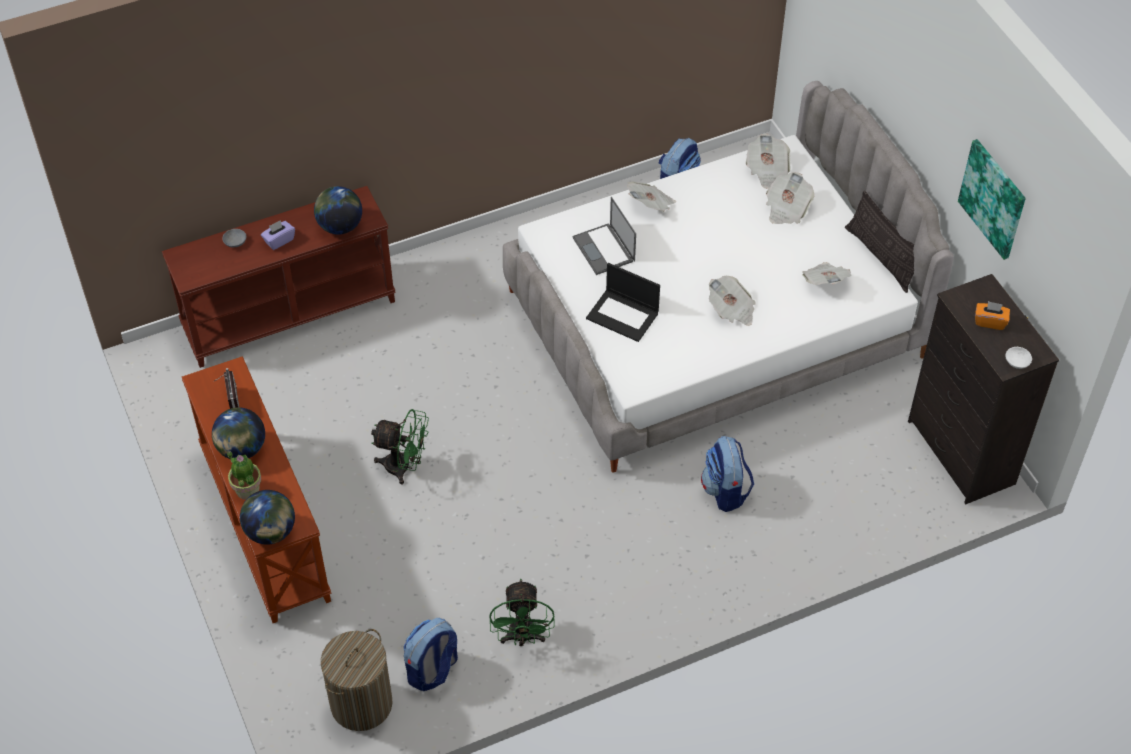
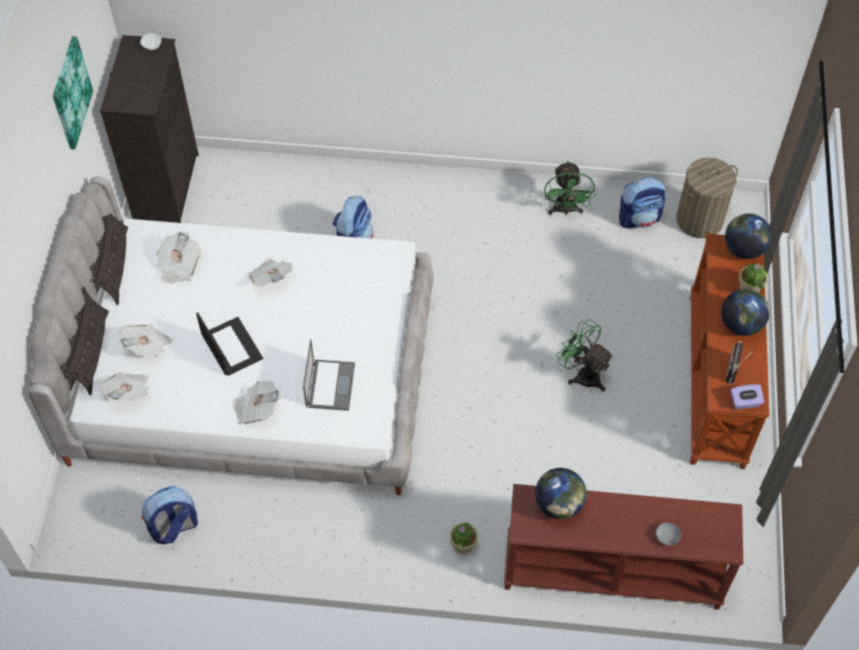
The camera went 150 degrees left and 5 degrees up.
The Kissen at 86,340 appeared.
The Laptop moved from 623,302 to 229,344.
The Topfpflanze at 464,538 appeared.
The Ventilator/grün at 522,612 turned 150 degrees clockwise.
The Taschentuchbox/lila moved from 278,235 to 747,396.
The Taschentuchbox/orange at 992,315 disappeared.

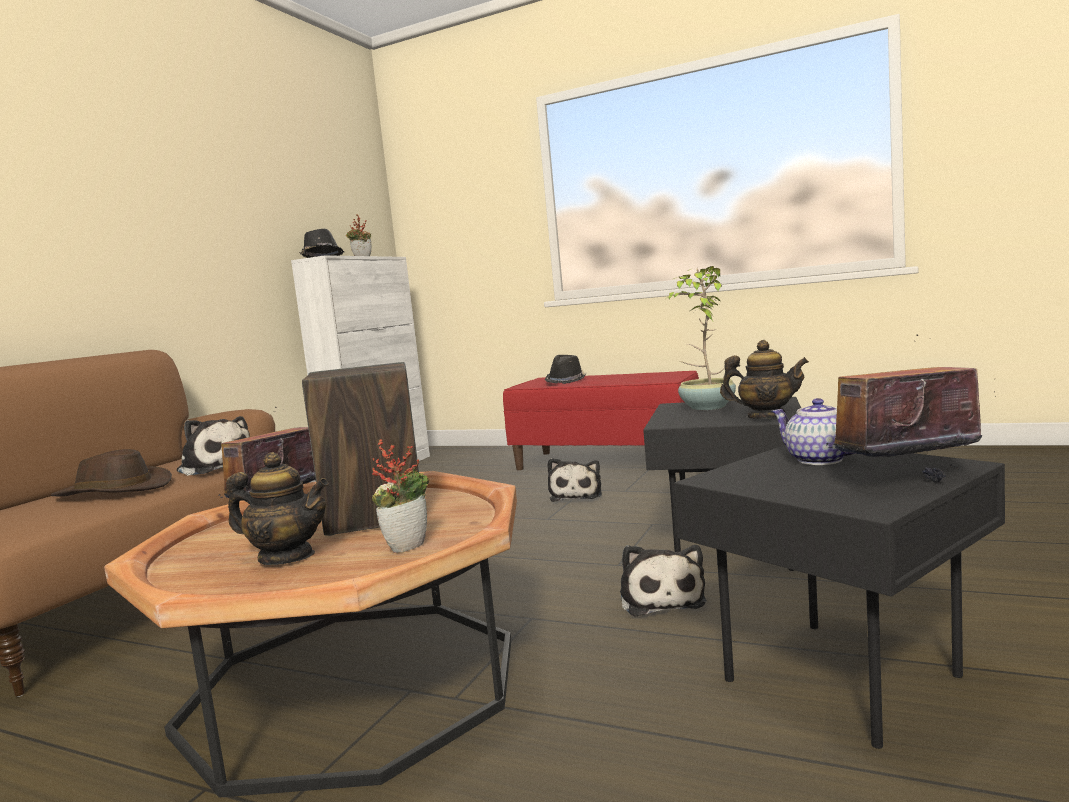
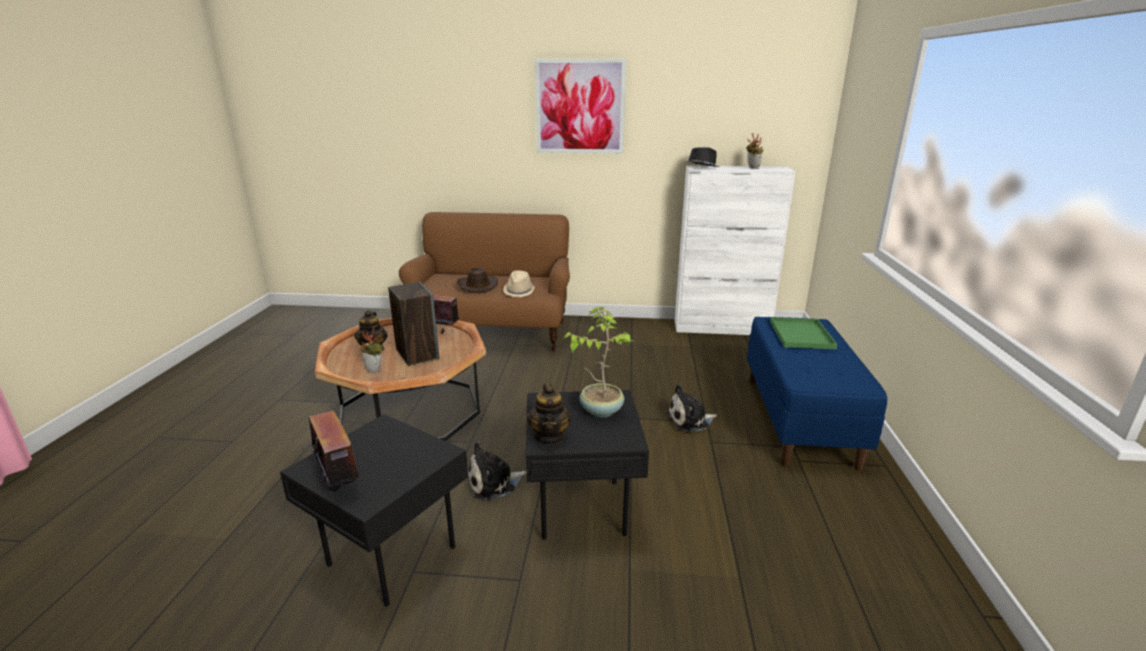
The camera went 70 degrees right and 15 degrees up.
The Plüschtier at 213,446 was replaced by the Hut/beige at 519,283.
The Bild at 580,106 appeared.
The Bank/rot at 601,420 became the Bank/blau at 817,394.
The Hut/schwarz at 565,369 was replaced by the Tablett/grün at 804,333.
The Teekanne at 813,431 disappeared.

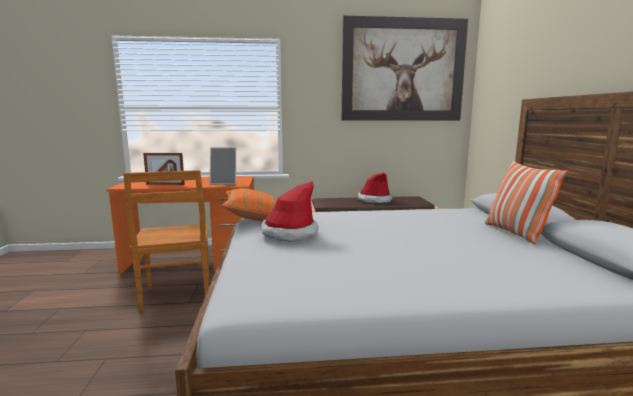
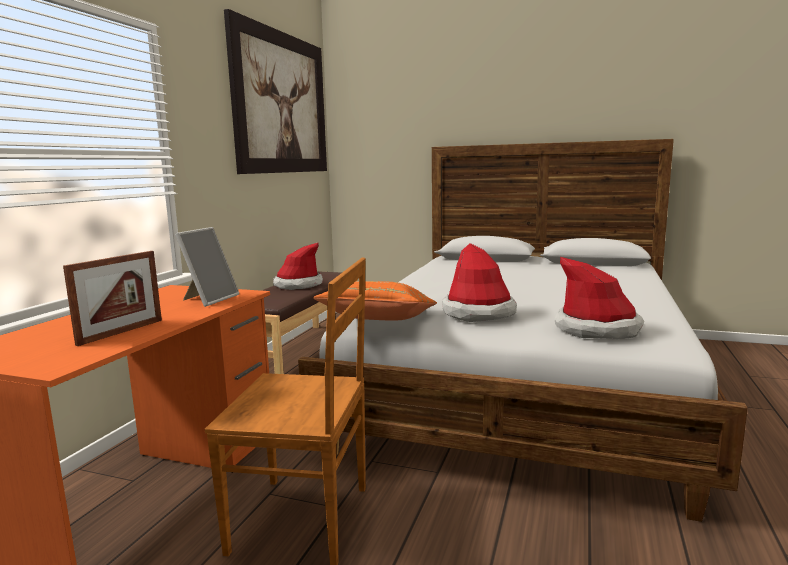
The camera went 65 degrees left and 0 degrees up.
The Hut at 599,298 appeared.
The Kissen at 526,202 disappeared.

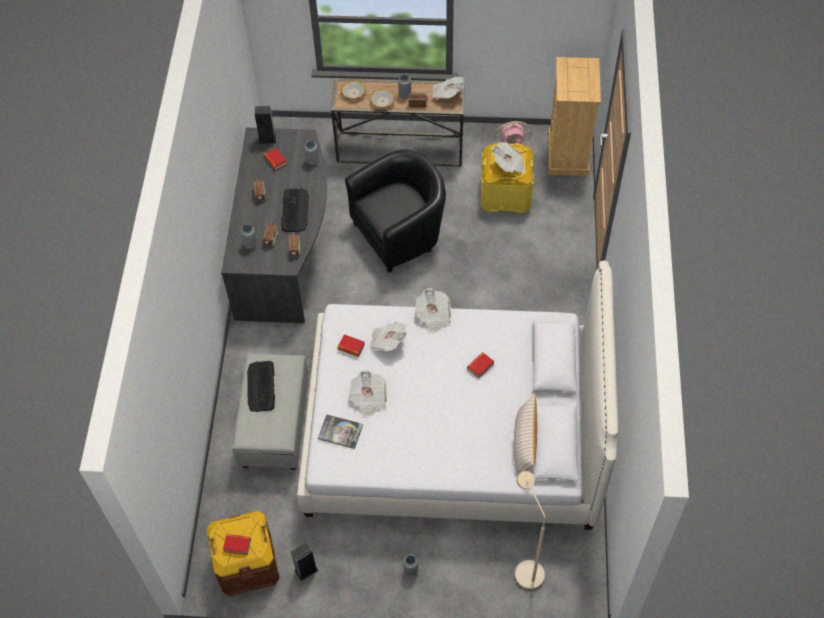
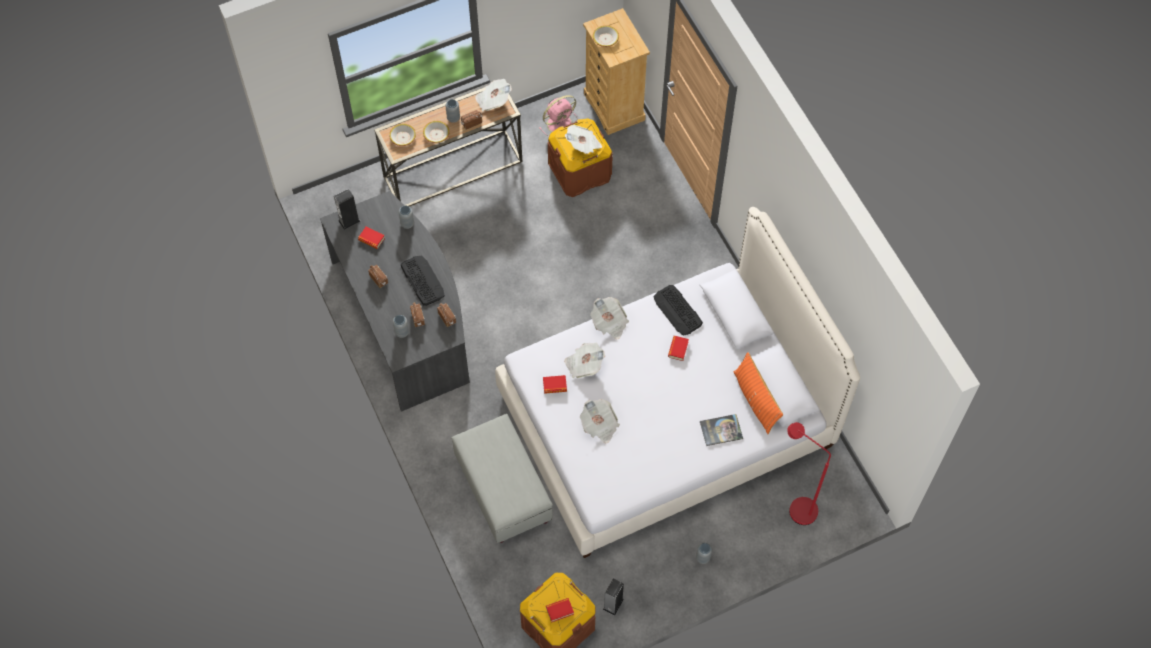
The camera went 30 degrees left and 5 degrees up.
The Aufbewahrungsbox/gelb at 507,178 became the Aufbewahrungsbox/braun at 580,157.
The Schüssel at 606,36 appeared.
The Tastatur moved from 261,386 to 678,310.
The Buch moved from 340,431 to 721,430.
The Kissen/beige at 525,434 became the Kissen/orange at 758,393.
The Stehlampe/beige at 530,530 became the Stehlampe/rot at 809,473.
The Sessel/schwarz at 395,211 disappeared.

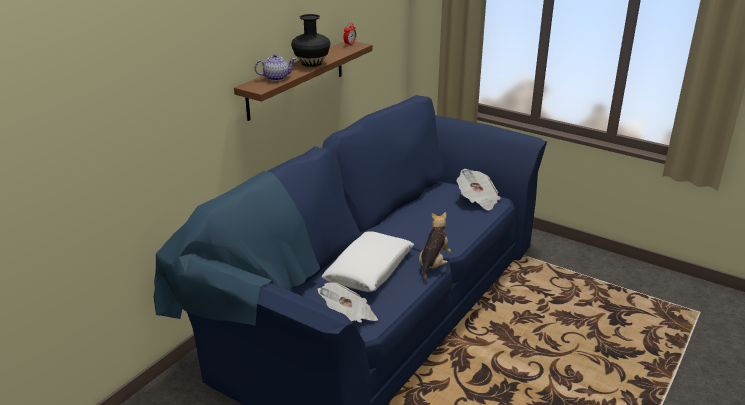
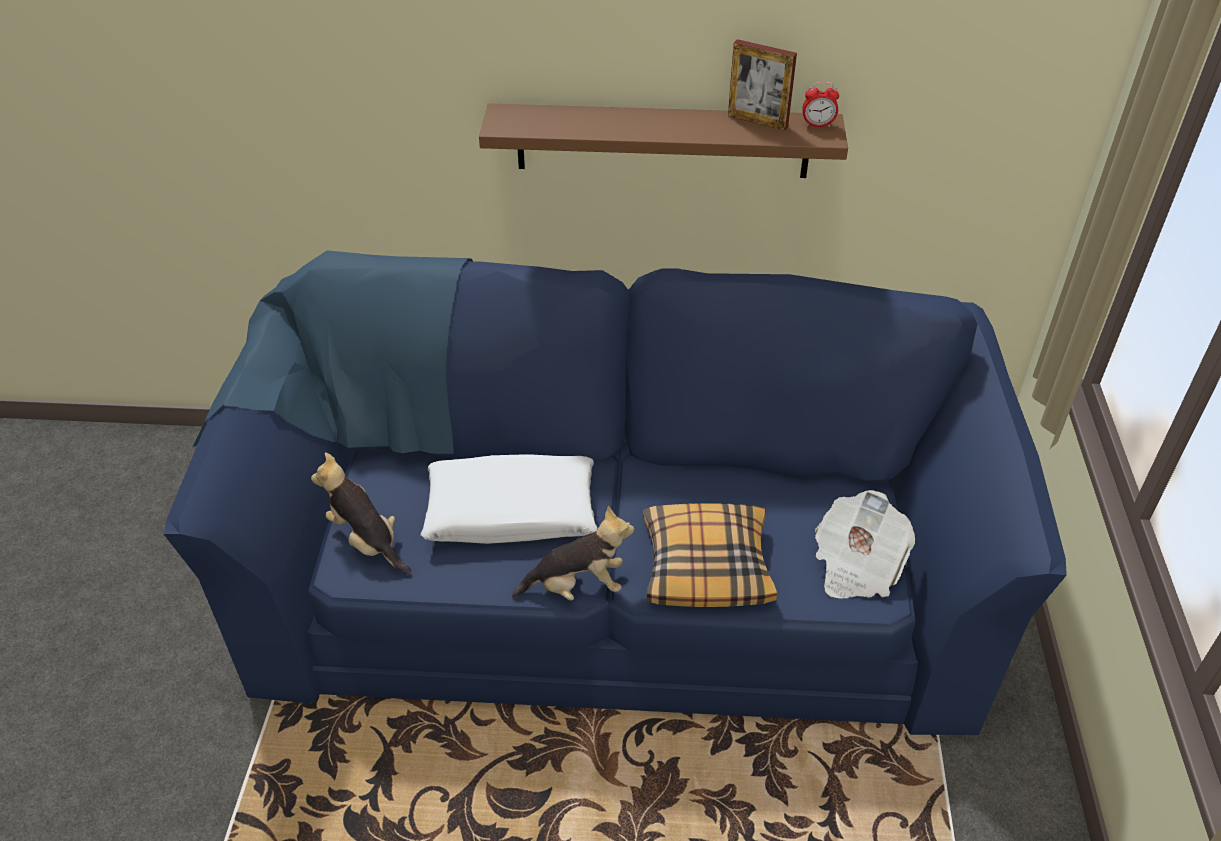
The camera went 60 degrees right and 15 degrees up.
The Zeitung at 347,302 was replaced by the Plüschtier at 361,513.
The Kissen at 710,555 appeared.
The Bilderrahmen at 762,84 appeared.
The Teekanne at 275,67 disappeared.
The Vase/schwarz at 310,40 disappeared.

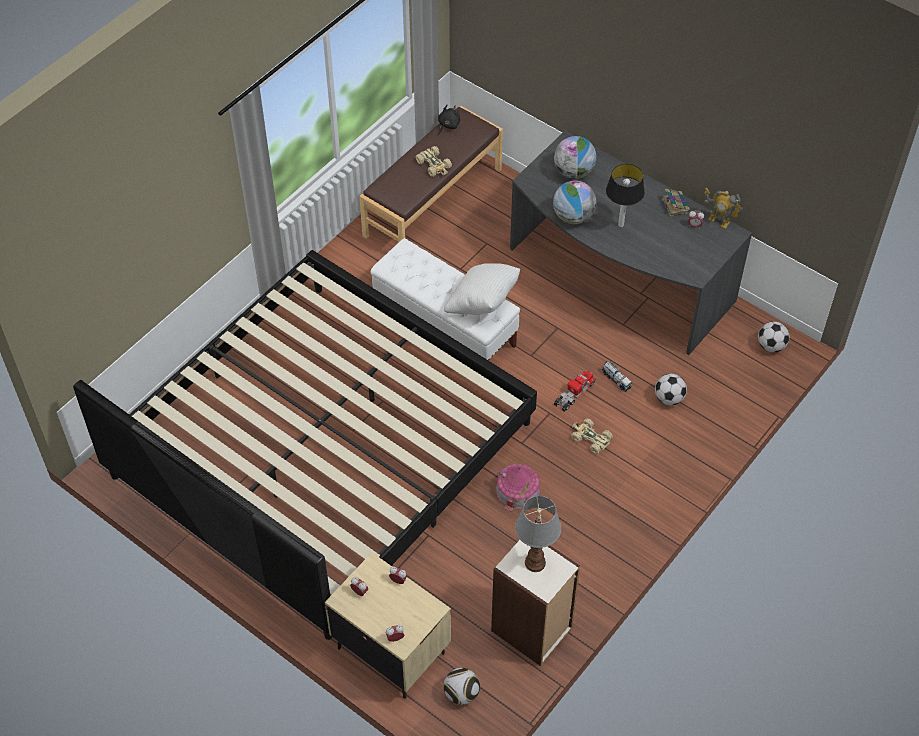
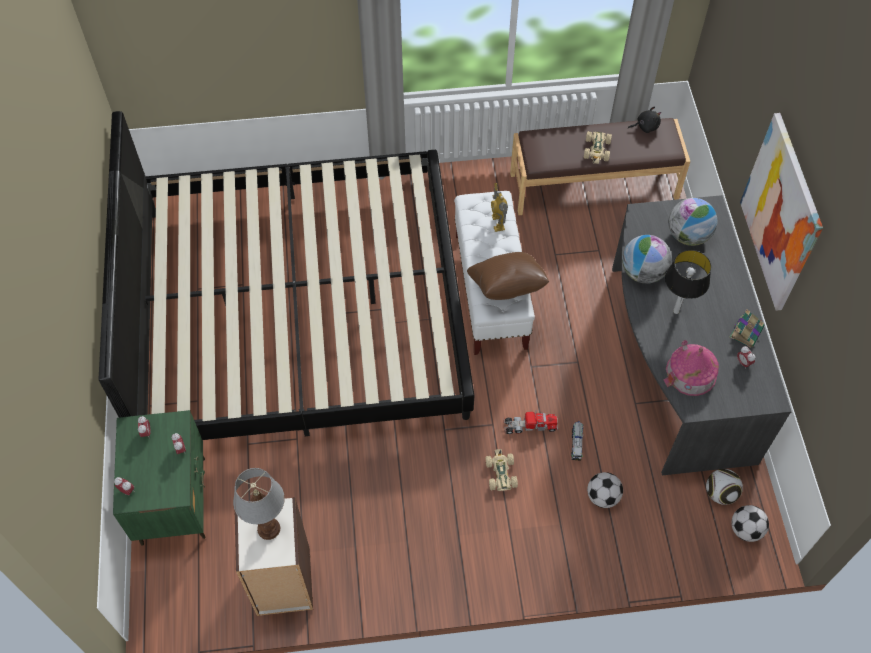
The camera went 45 degrees right and 5 degrees up.
The Nachttisch/beige at 388,625 became the Nachttisch/grün at 159,478.
The Kissen/weiß at 482,289 became the Kissen/braun at 508,276.
The Spielzeugroboter moved from 723,208 to 499,207.
The Spielzeughaus moved from 518,488 to 691,368.
The Fußball moved from 462,686 to 724,487.
The Bild at 781,212 appeared.

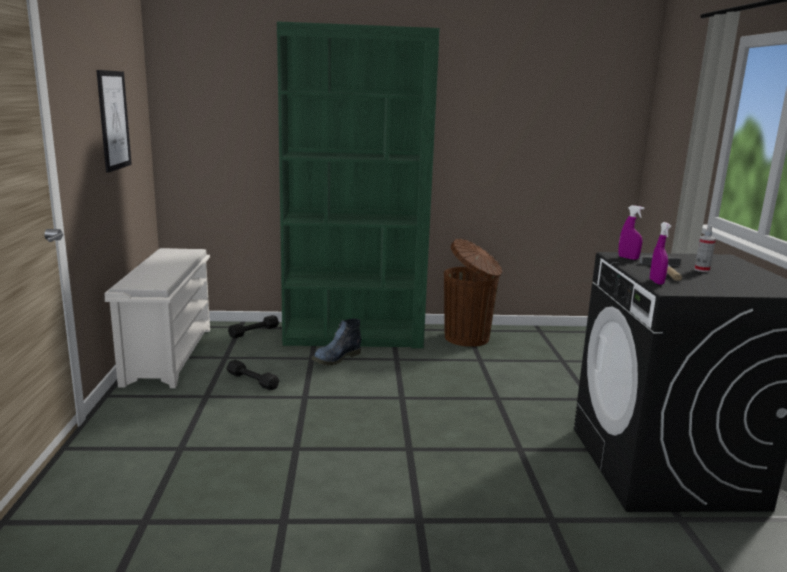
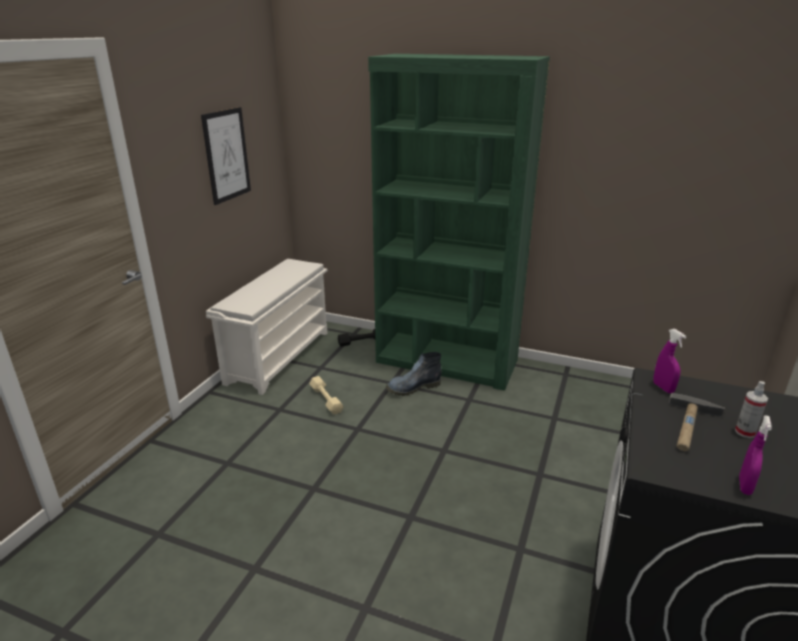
The camera went 25 degrees right and 10 degrees up.
The Hantel/schwarz at 253,375 became the Hantel/beige at 326,395.
The Sprühflasche/lila moved from 660,253 to 755,455.
The Mülleimer/braun at 473,293 disappeared.

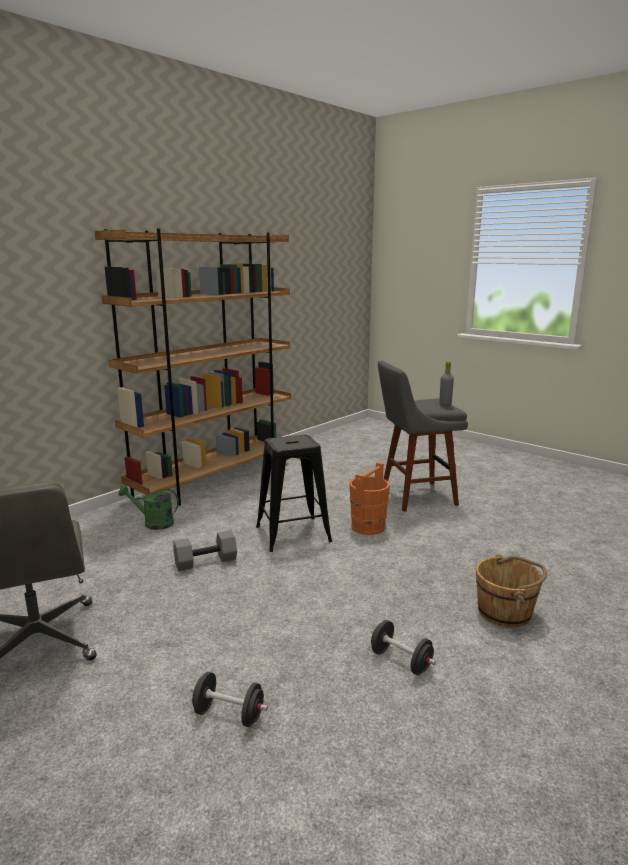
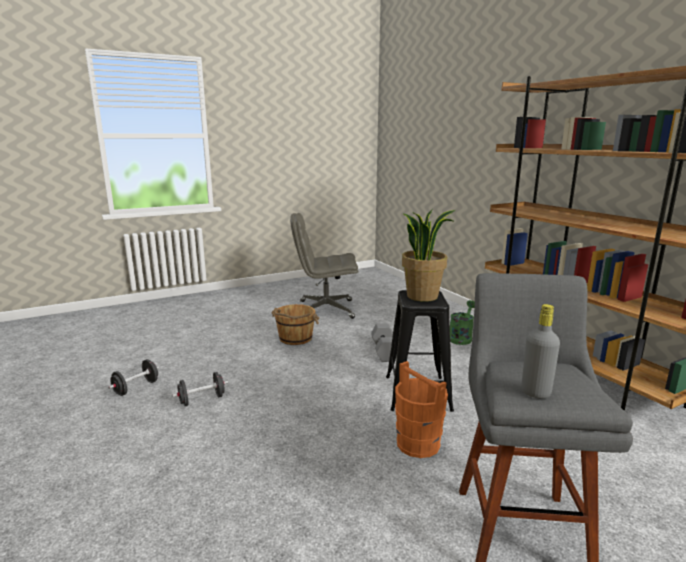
The camera went 110 degrees right and 0 degrees up.
The Hantel/schwarz moved from 229,699 to 133,377.
The Eimer/braun moved from 511,590 to 295,324.
The Topfpflanze at 428,255 appeared.

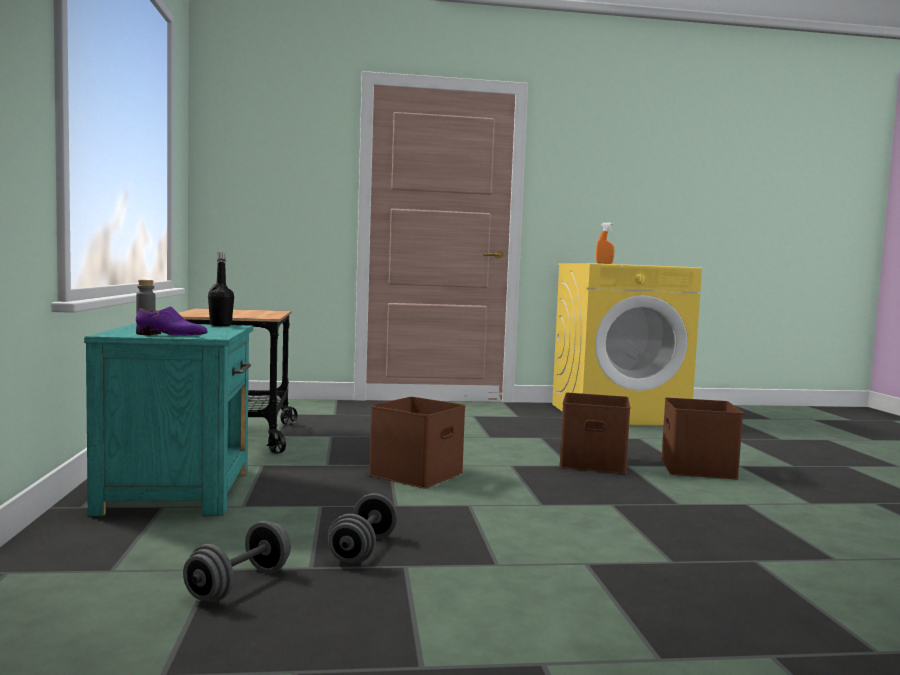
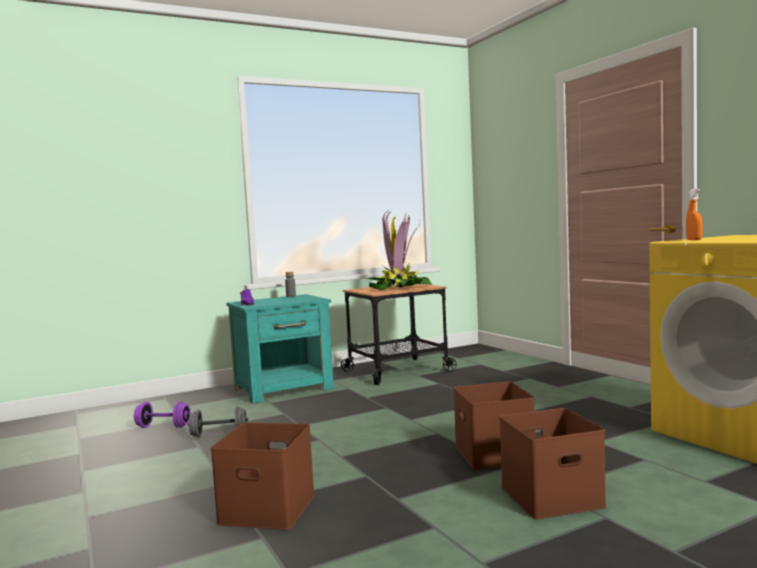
The camera went 70 degrees right and 0 degrees up.
The Hantel/grau at 237,561 became the Hantel/lila at 162,414.
The Aufbewahrungsbox/braun moved from 417,442 to 263,476.
The Topfpflanze at 399,250 appeared.
The Flasche/schwarz at 221,289 disappeared.

